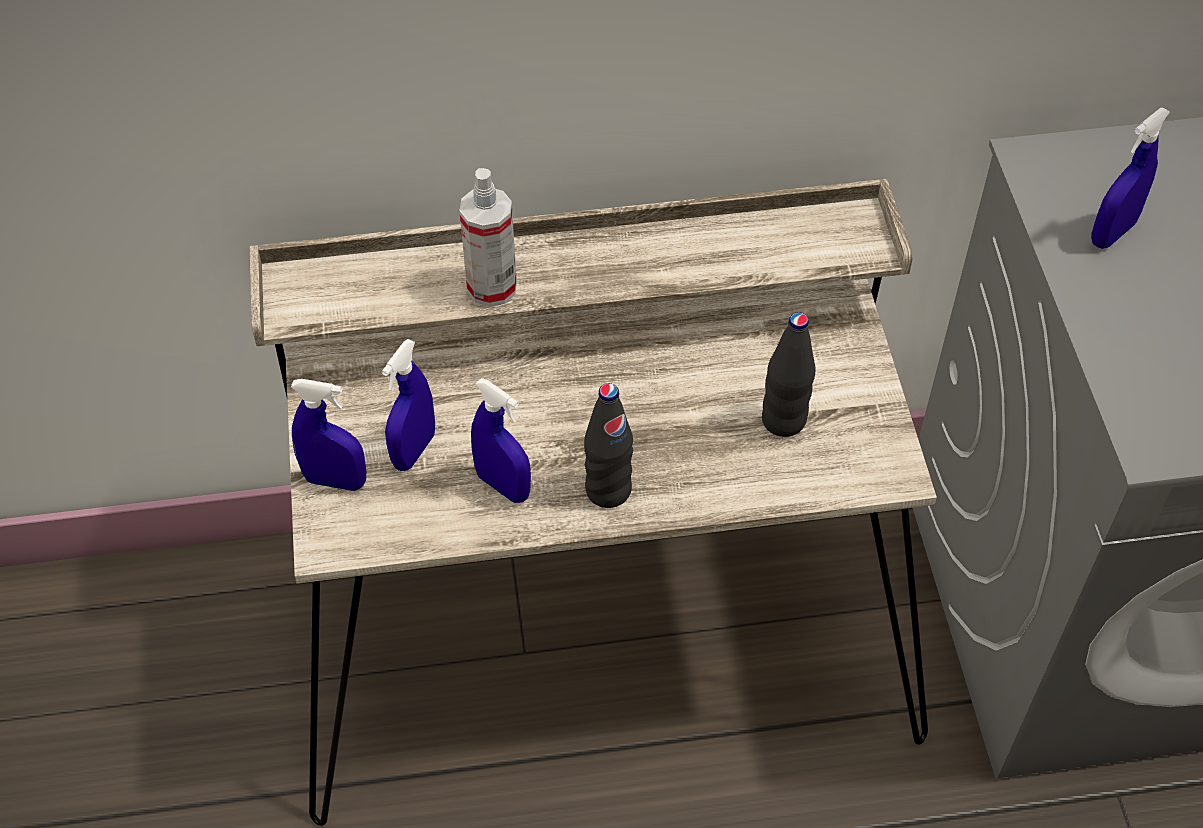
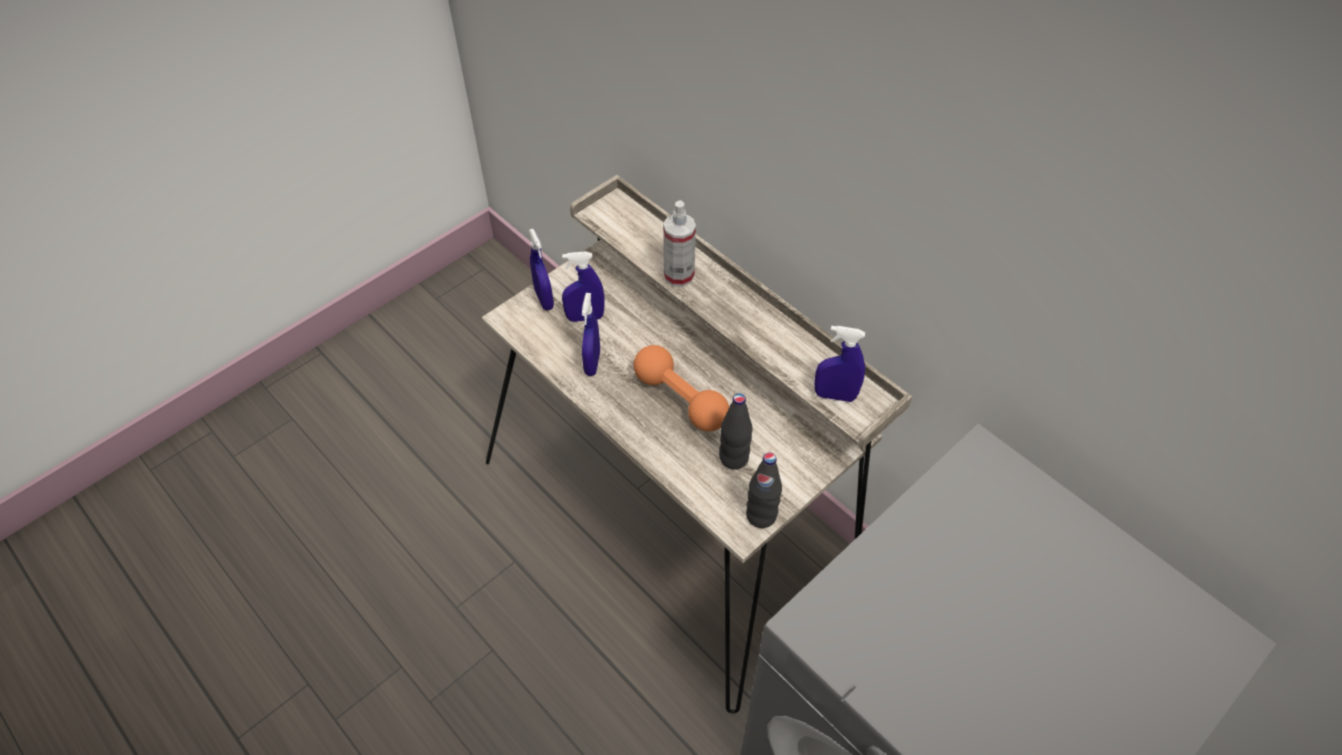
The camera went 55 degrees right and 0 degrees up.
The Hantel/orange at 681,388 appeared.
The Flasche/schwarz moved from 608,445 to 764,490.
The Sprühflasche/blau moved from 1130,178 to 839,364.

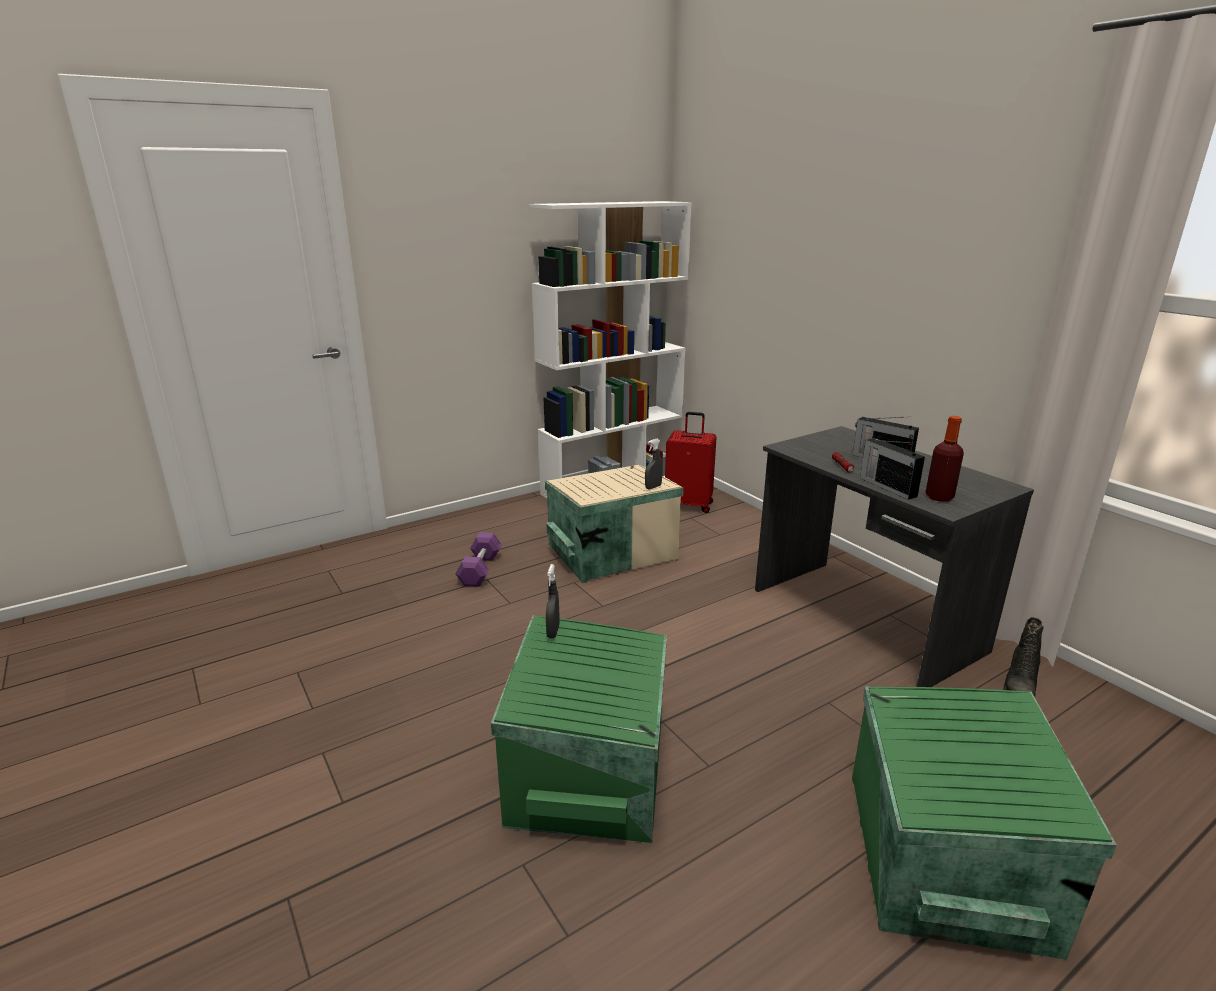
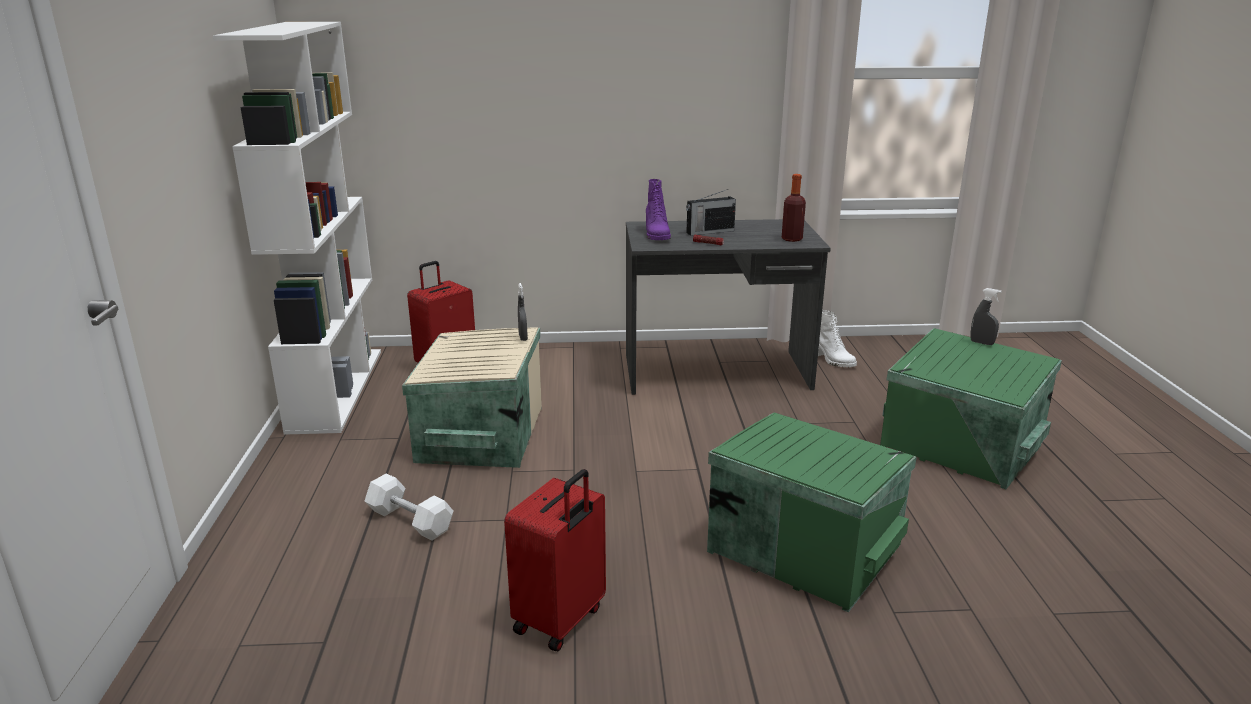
The camera went 60 degrees left and 0 degrees up.
The Hantel/lila at 478,559 became the Hantel/weiß at 408,506.
The Koffer/rot at 555,560 appeared.
The Stiefel/lila at 658,209 appeared.
The Stiefel/schwarz at 1023,657 became the Stiefel/weiß at 837,338.
The Sprühflasche/grau moved from 553,601 to 986,316.
The Radio at 892,468 disappeared.

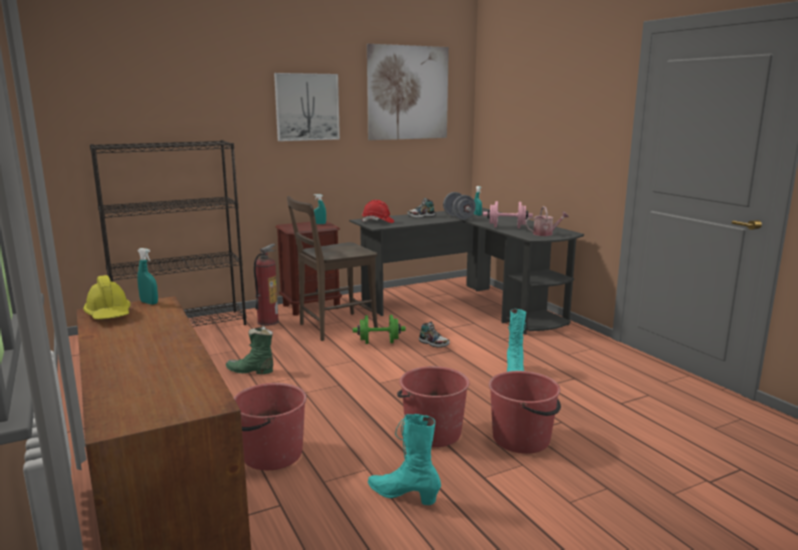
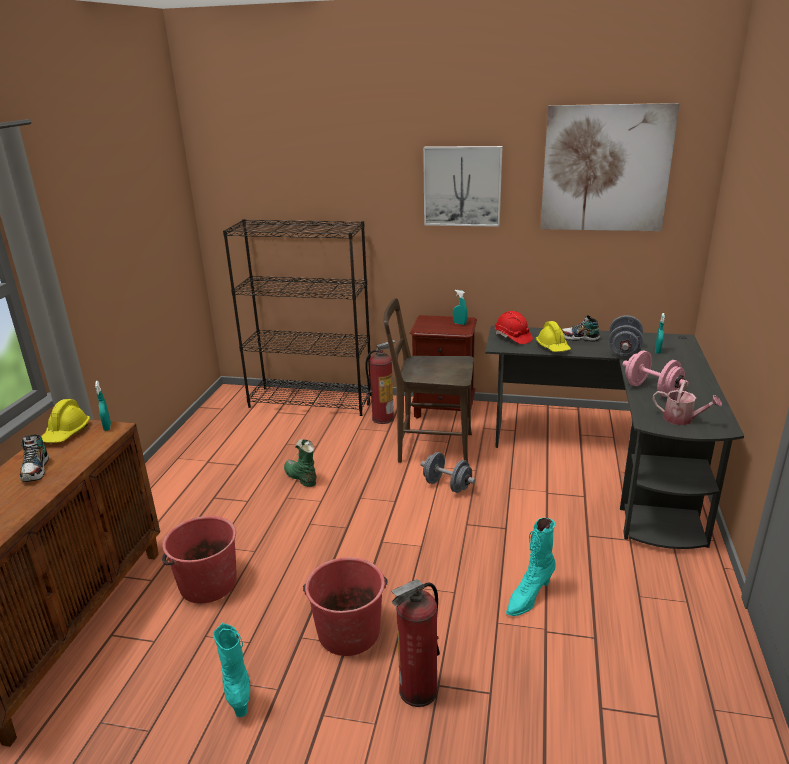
The camera went 40 degrees right and 10 degrees up.
The Schuh moved from 434,334 to 34,458.
The Eimer/rot at 525,412 was replaced by the Feuerlöscher at 415,643.
The Hantel/grün at 379,329 became the Hantel/grau at 448,472.
The Schutzhelm/gelb at 553,336 appeared.

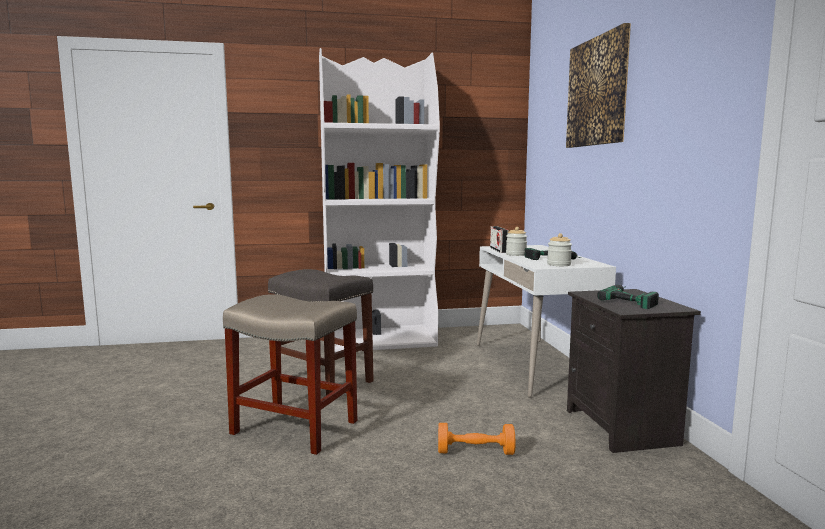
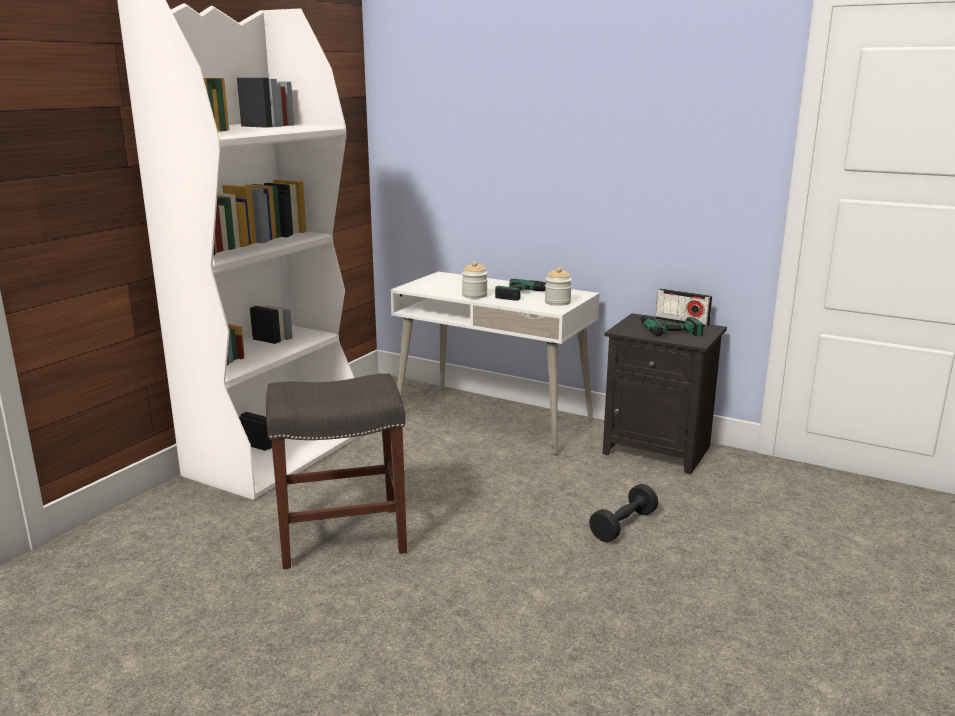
The camera went 50 degrees left and 10 degrees up.
The Hantel/orange at 477,439 became the Hantel/schwarz at 623,513.
The Radio moved from 499,239 to 683,308.
The Hocker/beige at 290,374 disappeared.
The Bild at 598,85 disappeared.

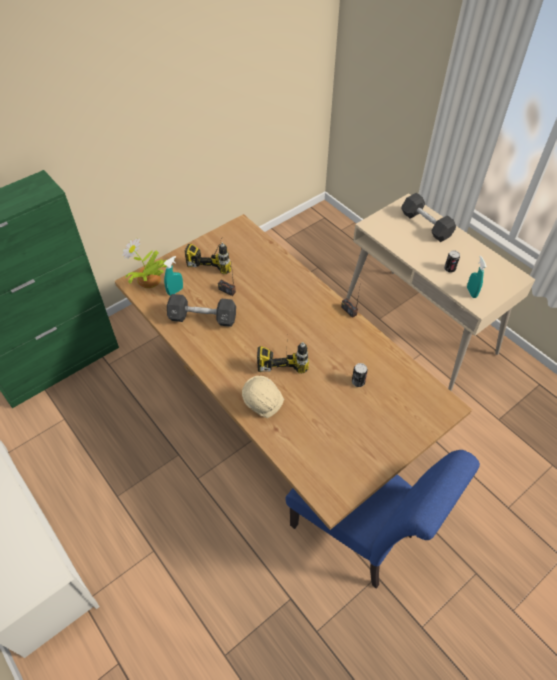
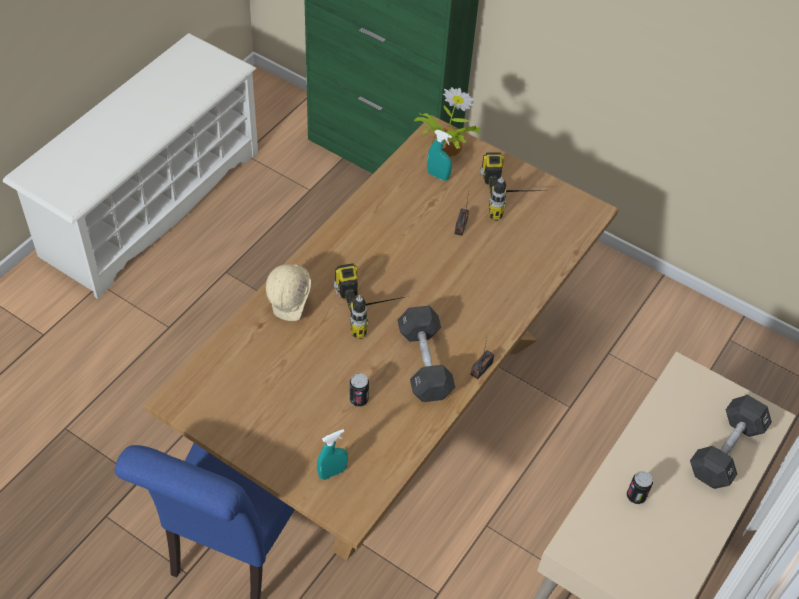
The camera went 70 degrees right and 0 degrees up.
The Sprühflasche/türkis moved from 477,277 to 332,454.
The Hantel/schwarz moved from 201,310 to 426,354.

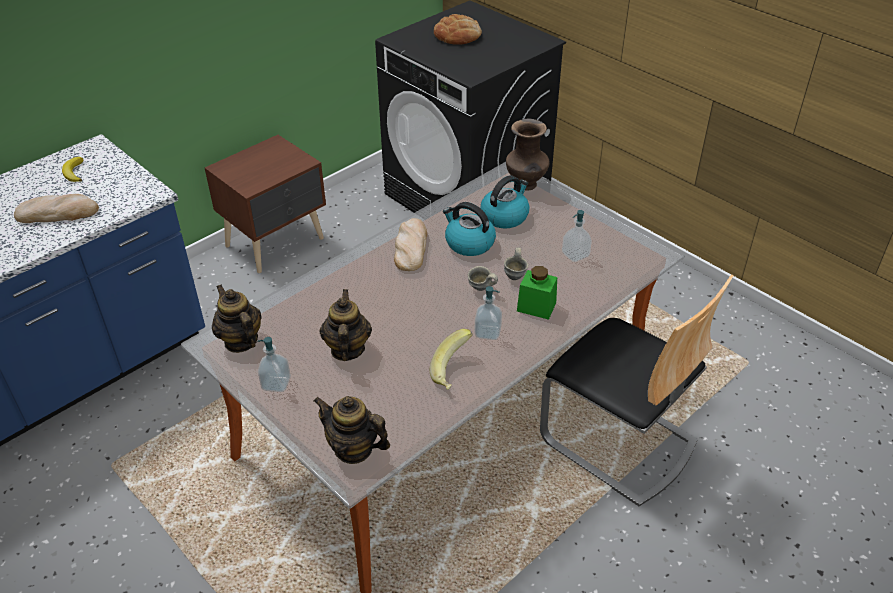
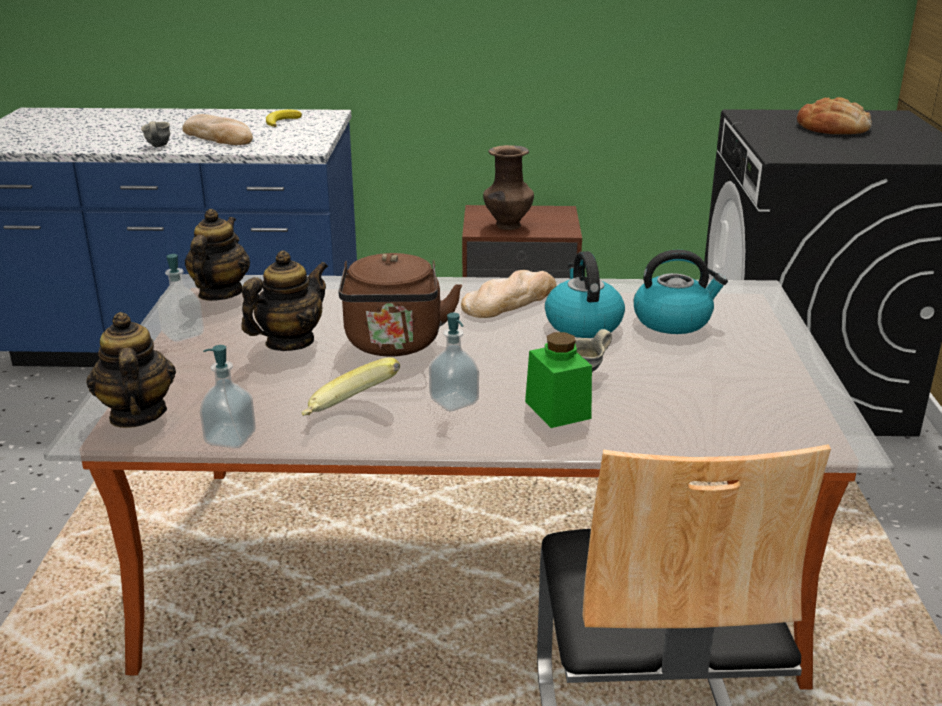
The camera went 45 degrees right and 15 degrees down.
The Henkelbecher/grau moved from 483,278 to 155,134.
The Seifenspender moved from 577,236 to 228,396.
The Wasserkessel/braun at 400,305 appeared.
The Vase/braun moved from 528,155 to 508,187.

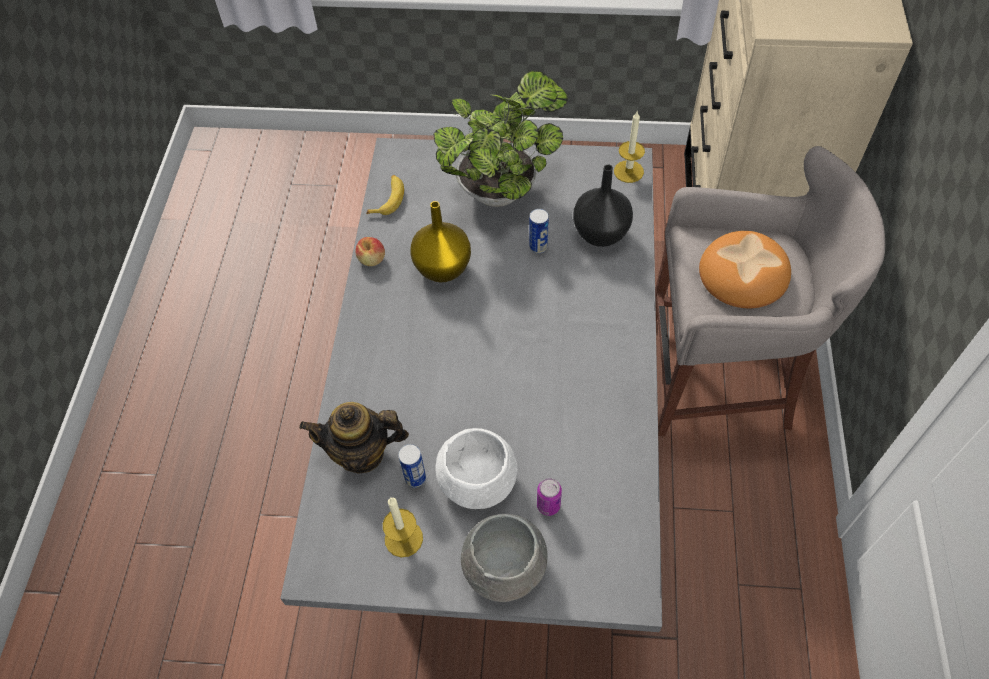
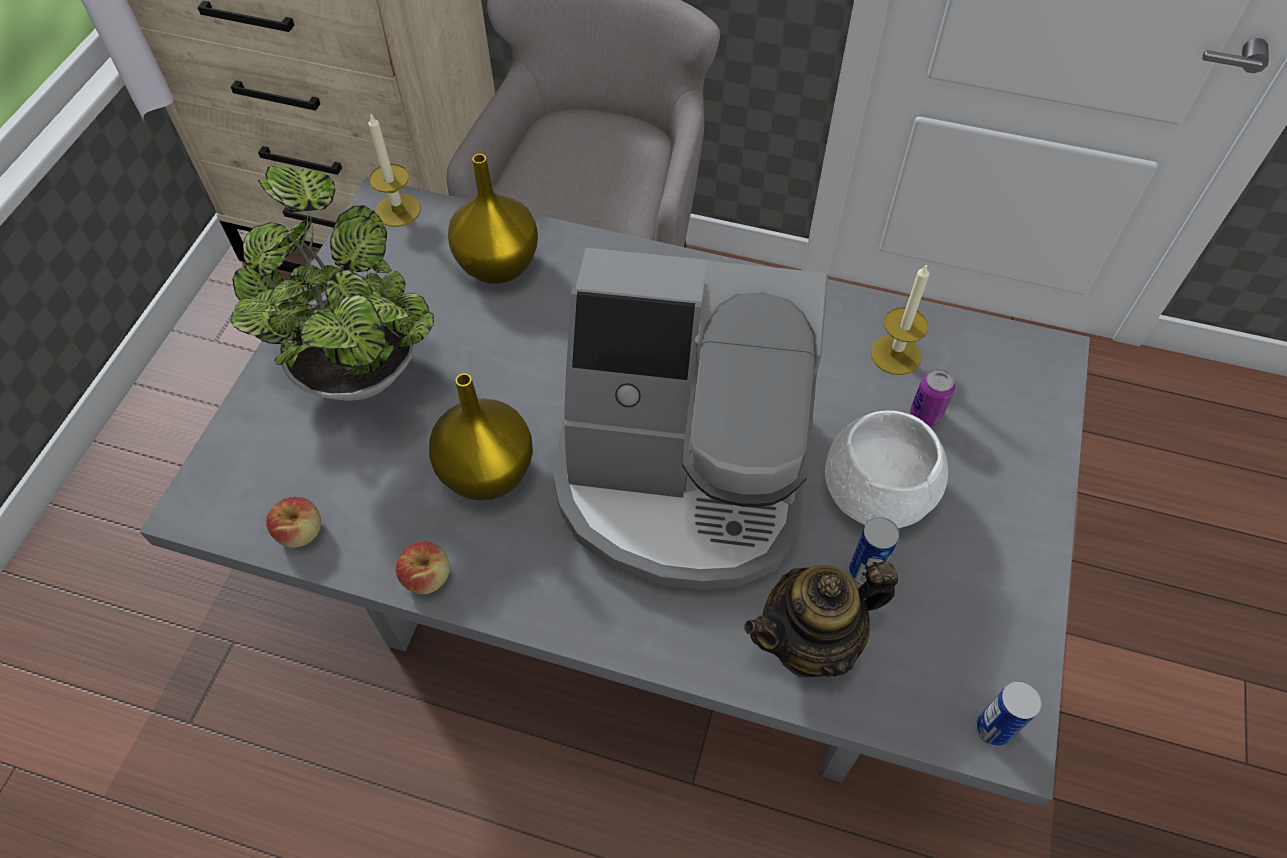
The camera went 80 degrees left and 0 degrees up.
The Banane at 385,195 was replaced by the Apfel at 293,522.
The Vase/schwarz at 603,206 became the Vase/gelb at 493,219.
The Kaffeemaschine at 690,419 appeared.
The Teekanne at 354,438 turned 60 degrees clockwise.
The Kerze moved from 403,527 to 900,319.
The Dose moved from 539,231 to 1009,714.
The Schüssel/grau at 504,558 disappeared.
The Brot at 745,269 disappeared.

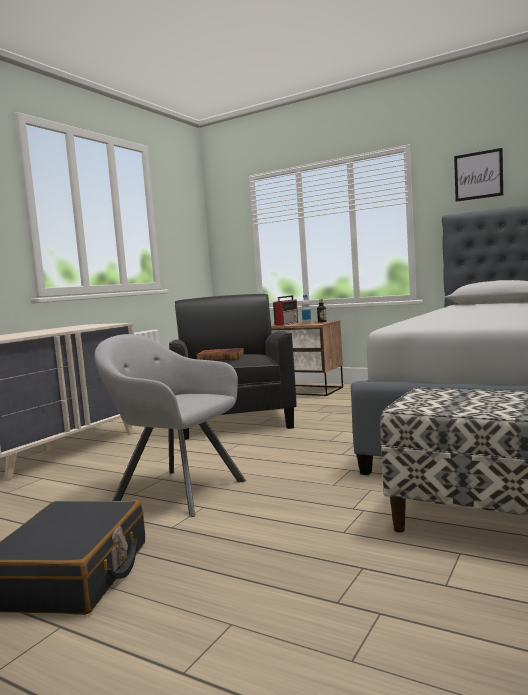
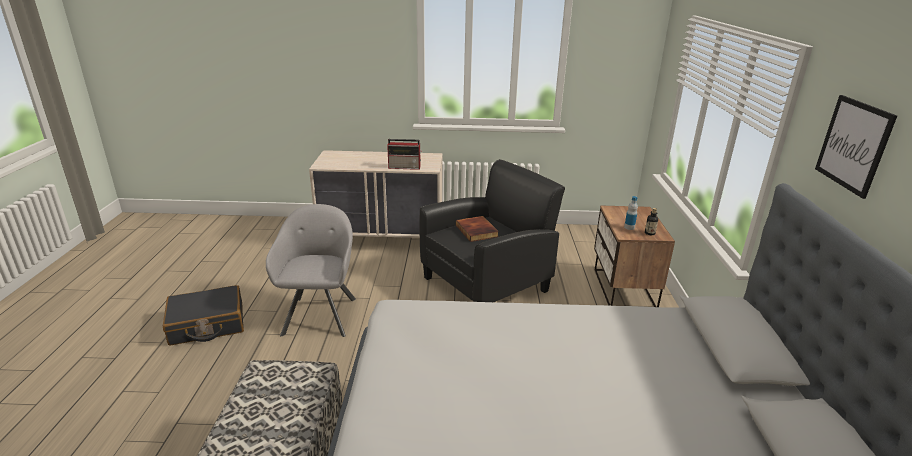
The camera went 60 degrees right and 20 degrees up.
The Radio moved from 285,310 to 404,154.

